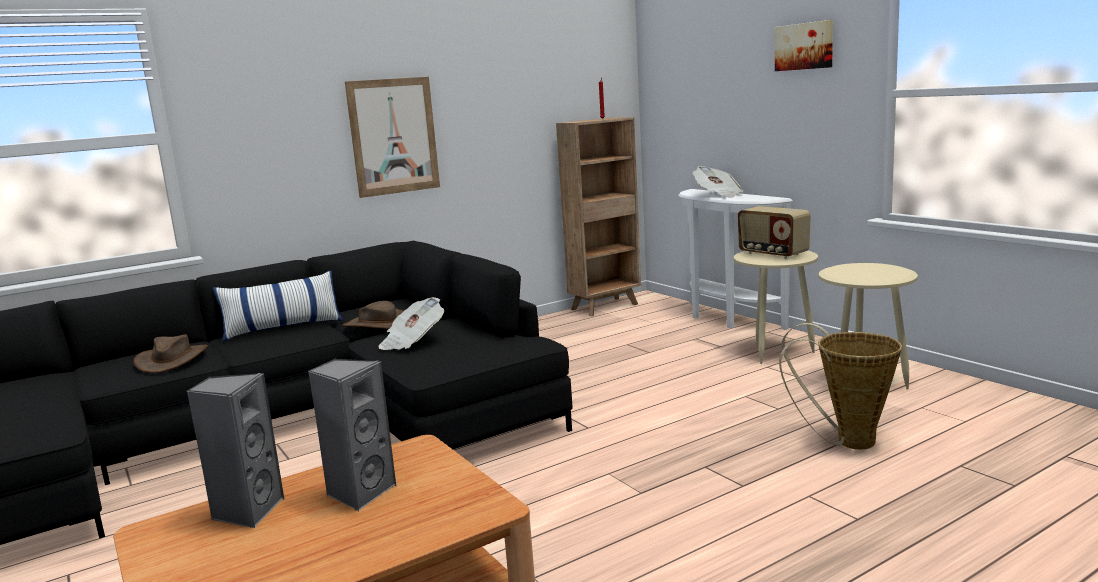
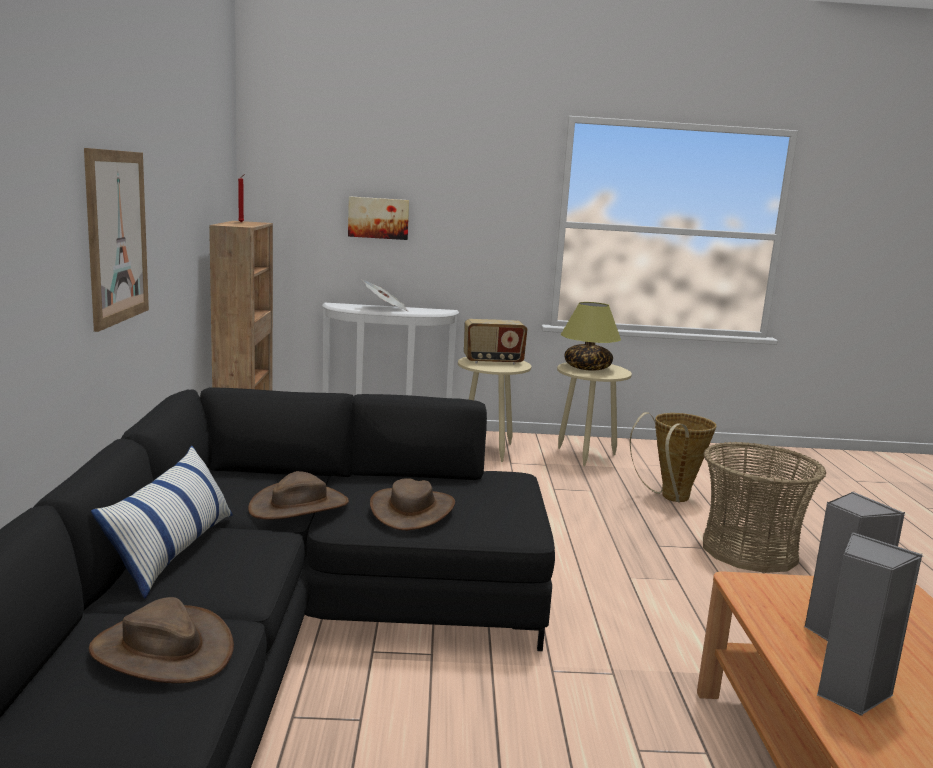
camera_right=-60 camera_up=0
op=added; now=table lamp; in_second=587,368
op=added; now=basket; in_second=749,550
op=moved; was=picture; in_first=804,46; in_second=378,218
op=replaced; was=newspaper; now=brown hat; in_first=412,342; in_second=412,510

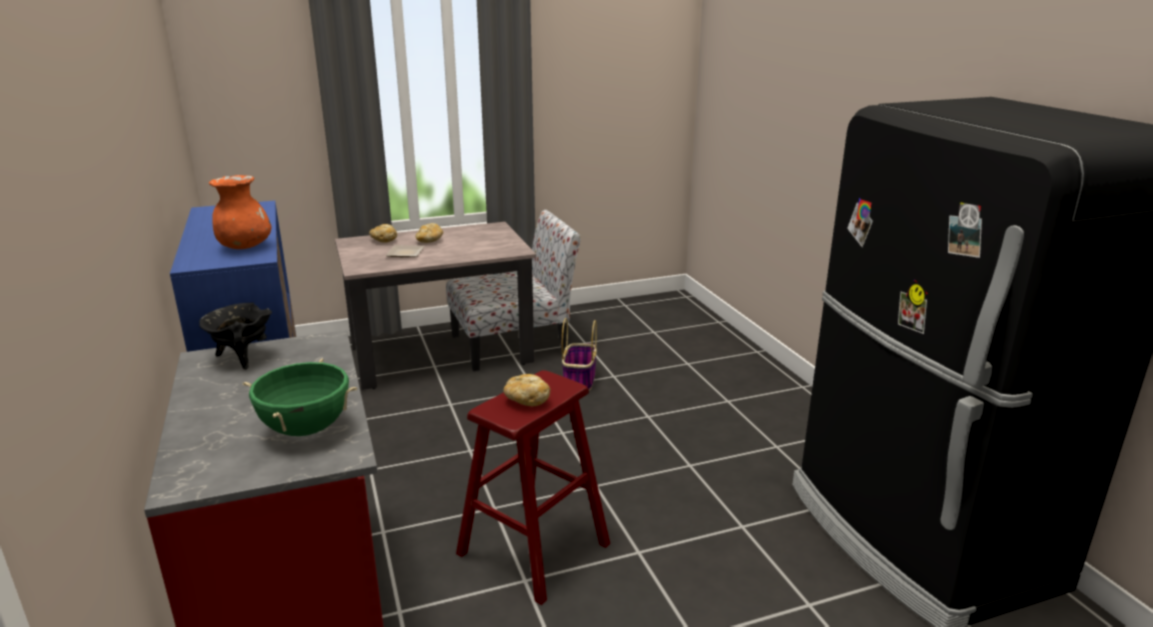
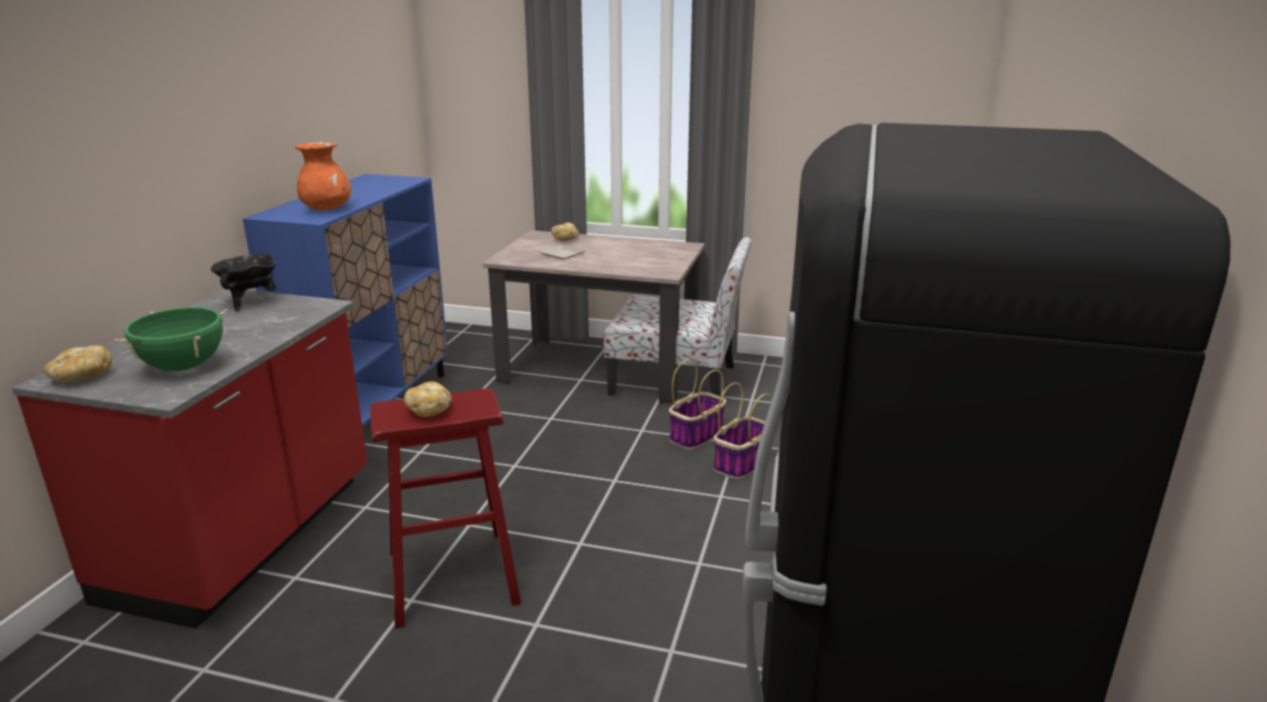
camera_right=35 camera_up=0
op=added; now=basket; in_second=741,464
op=moved; was=bread; in_first=429,241; in_second=81,378

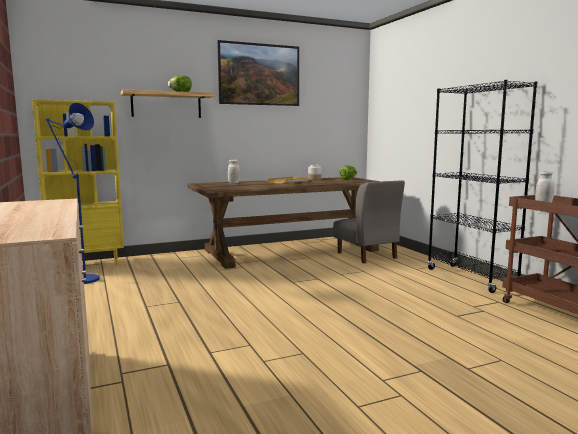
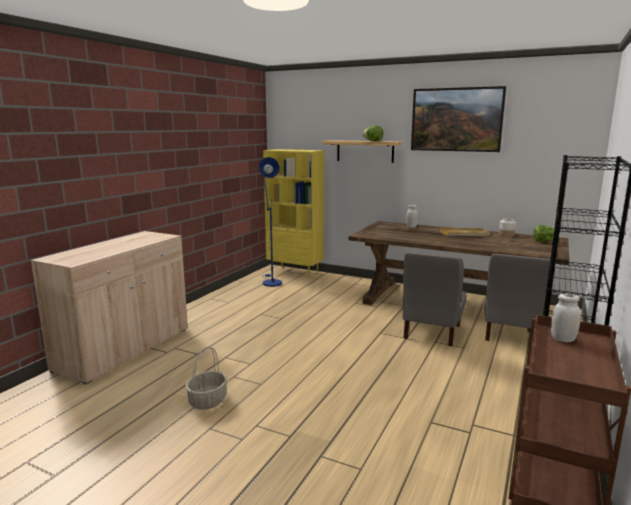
camera_right=50 camera_up=5
op=added; now=basket; in_second=207,400
op=added; now=grey chair; in_second=431,332

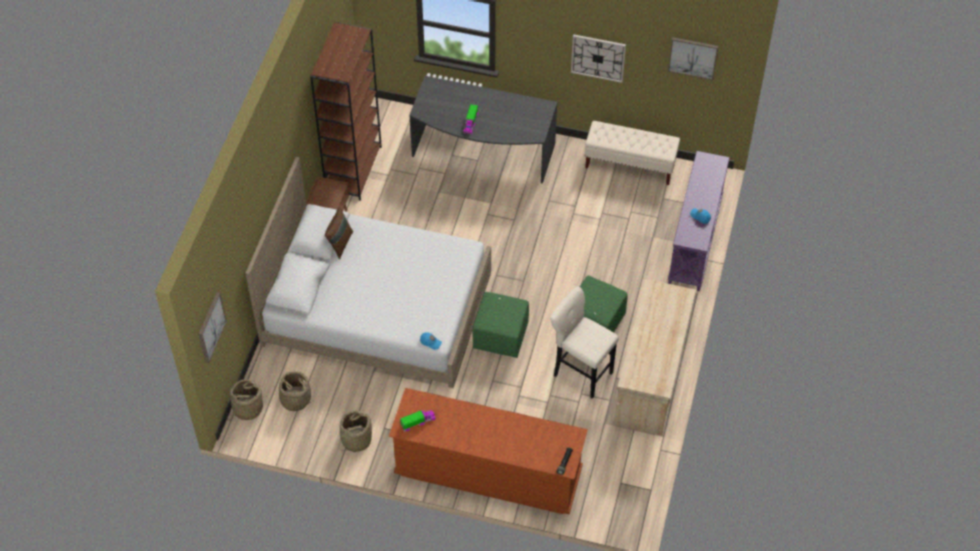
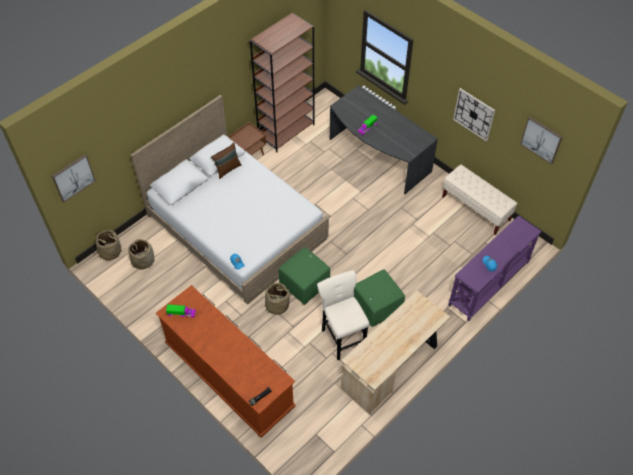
camera_right=30 camera_up=0
op=moved; was=basket; in_first=356,440; in_second=277,305

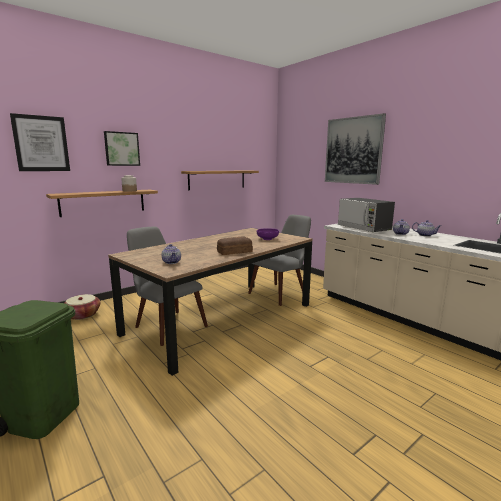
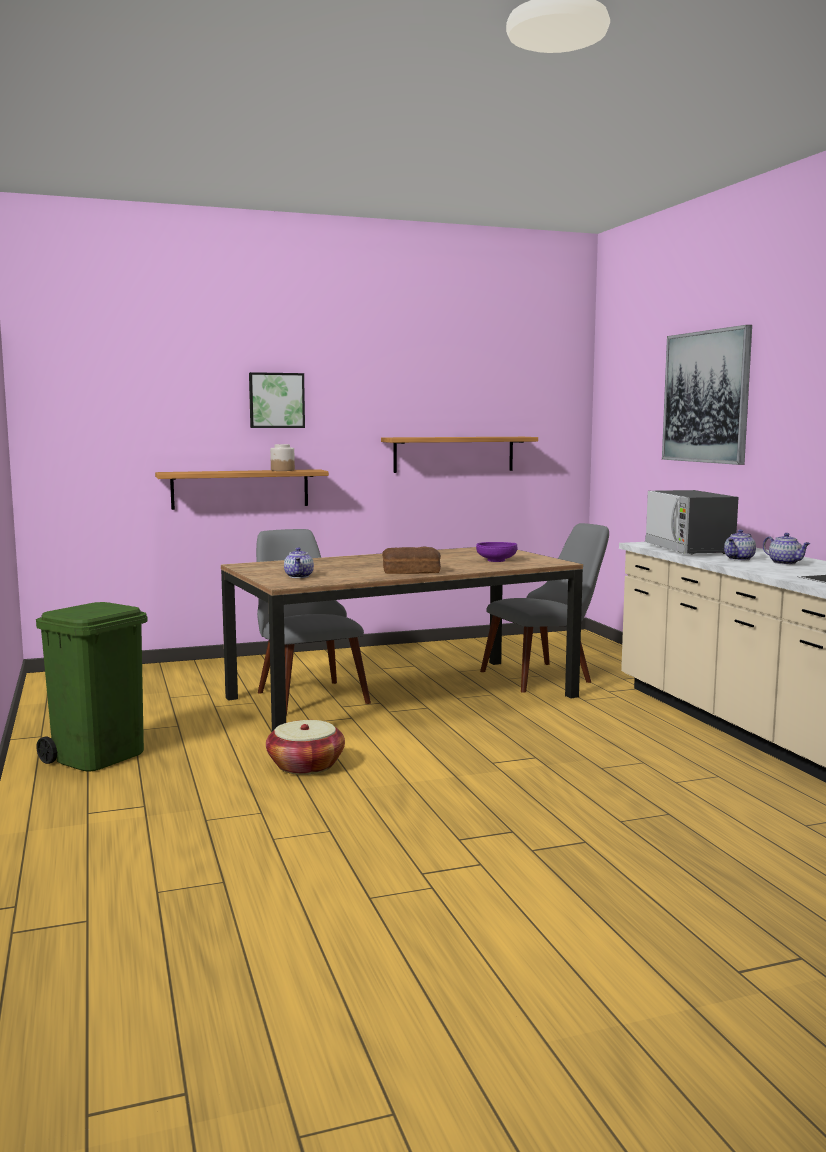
camera_right=20 camera_up=-5
op=removed; was=picture; in_first=41,143
op=moved; was=basket; in_first=82,315; in_second=306,766

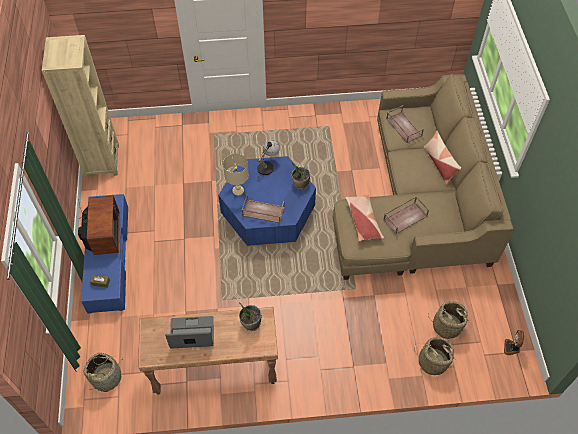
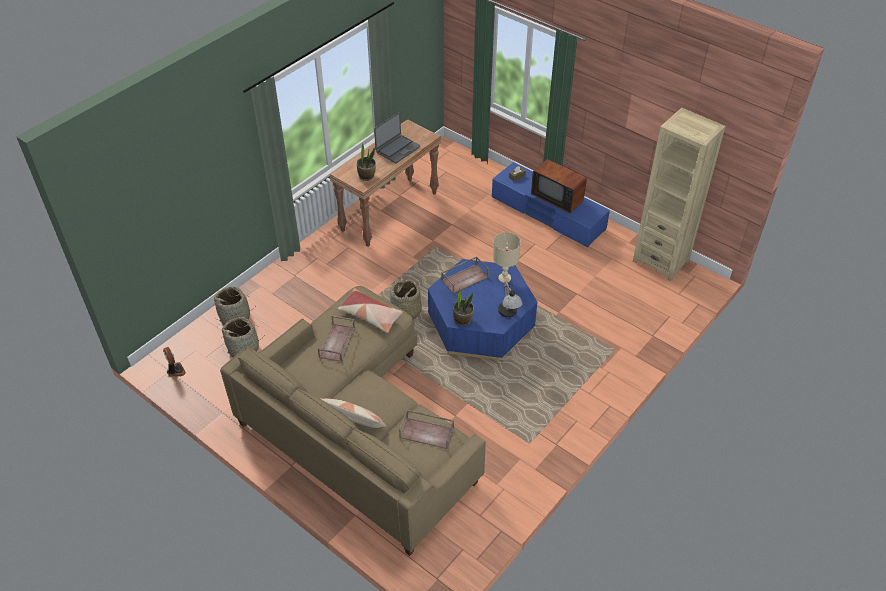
camera_right=135 camera_up=-10
op=moved; was=basket; in_first=107,377; in_second=406,311

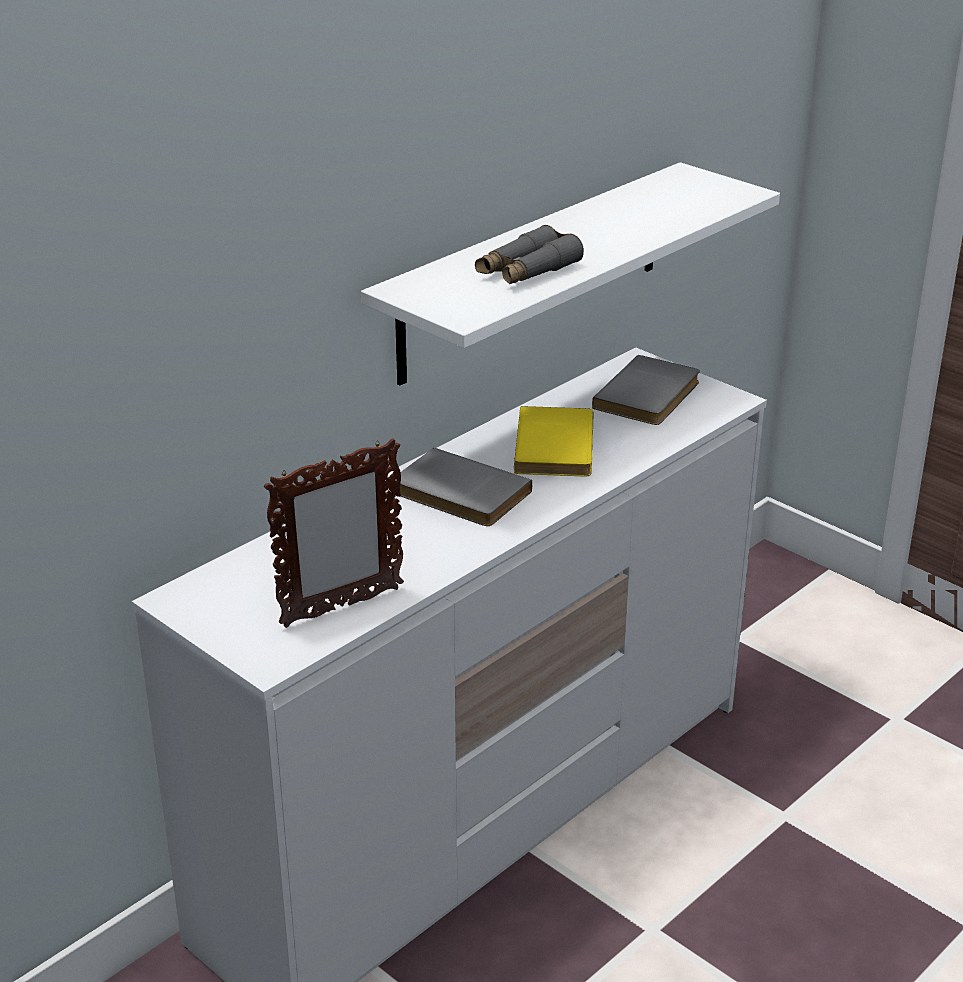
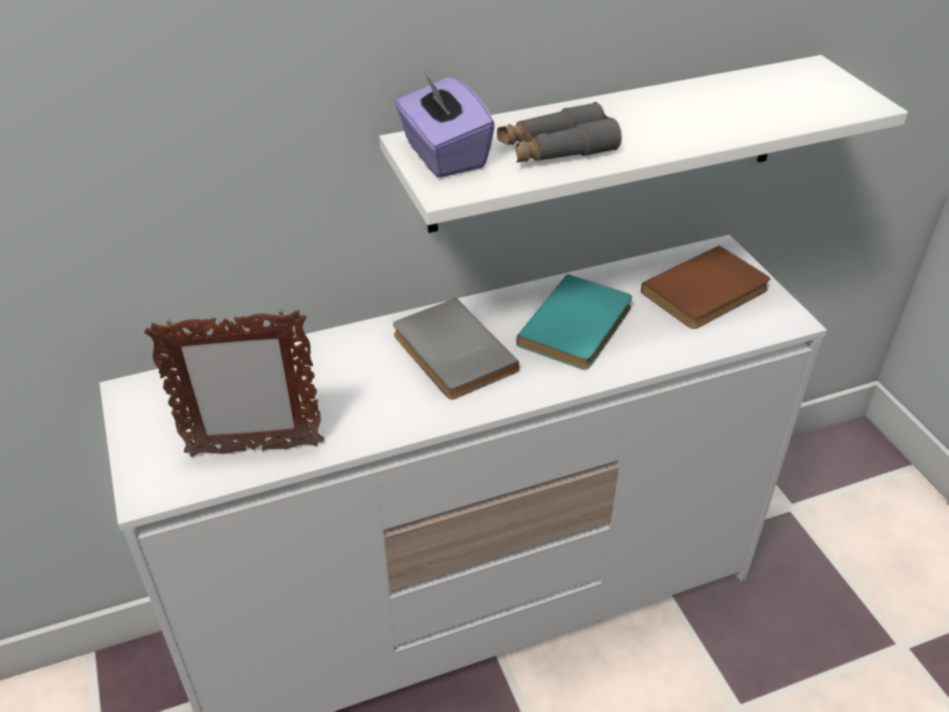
camera_right=25 camera_up=10
op=added; now=purple tissue box; in_second=443,155
op=recoloured; was=yellow book; now=turquoise book; in_first=558,446; in_second=579,326
op=recoloured; was=grey book; now=brown book; in_first=650,395; in_second=708,293

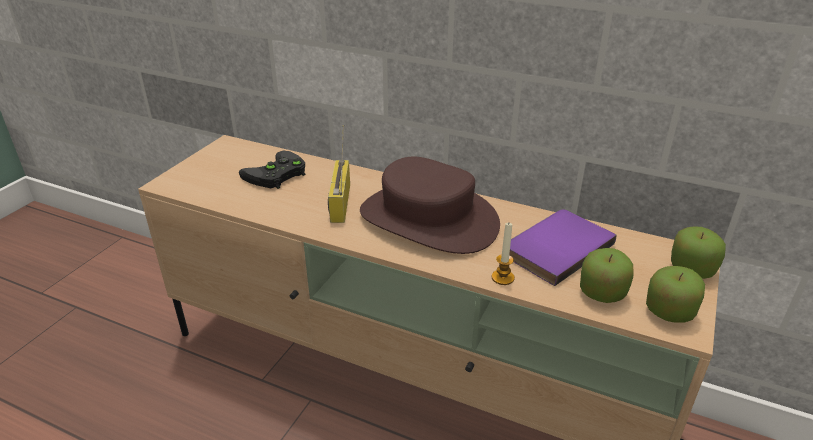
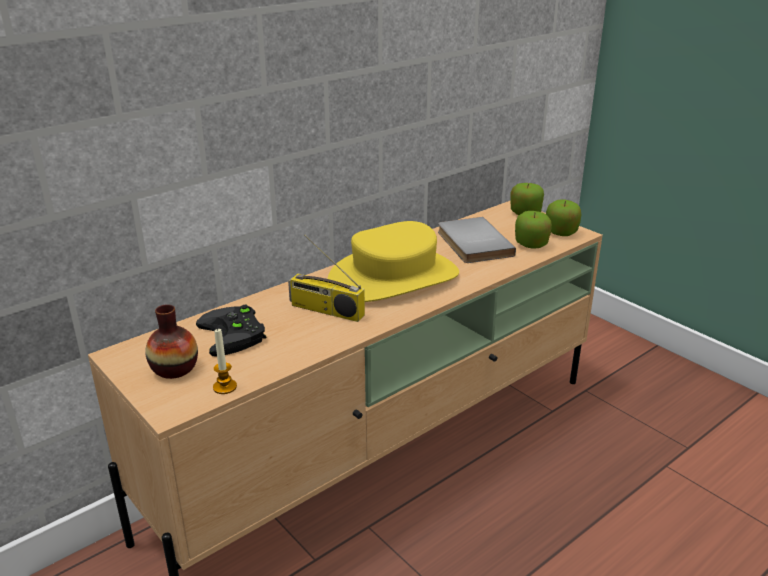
camera_right=-65 camera_up=-5
op=added; now=vase; in_second=174,368
op=moved; was=candle; in_first=502,278; in_second=225,387
op=recoloured; was=brown hat; now=yellow hat; in_first=427,219; in_second=394,278
op=recoloured; was=purple book; now=grey book; in_first=555,248; in_second=471,243

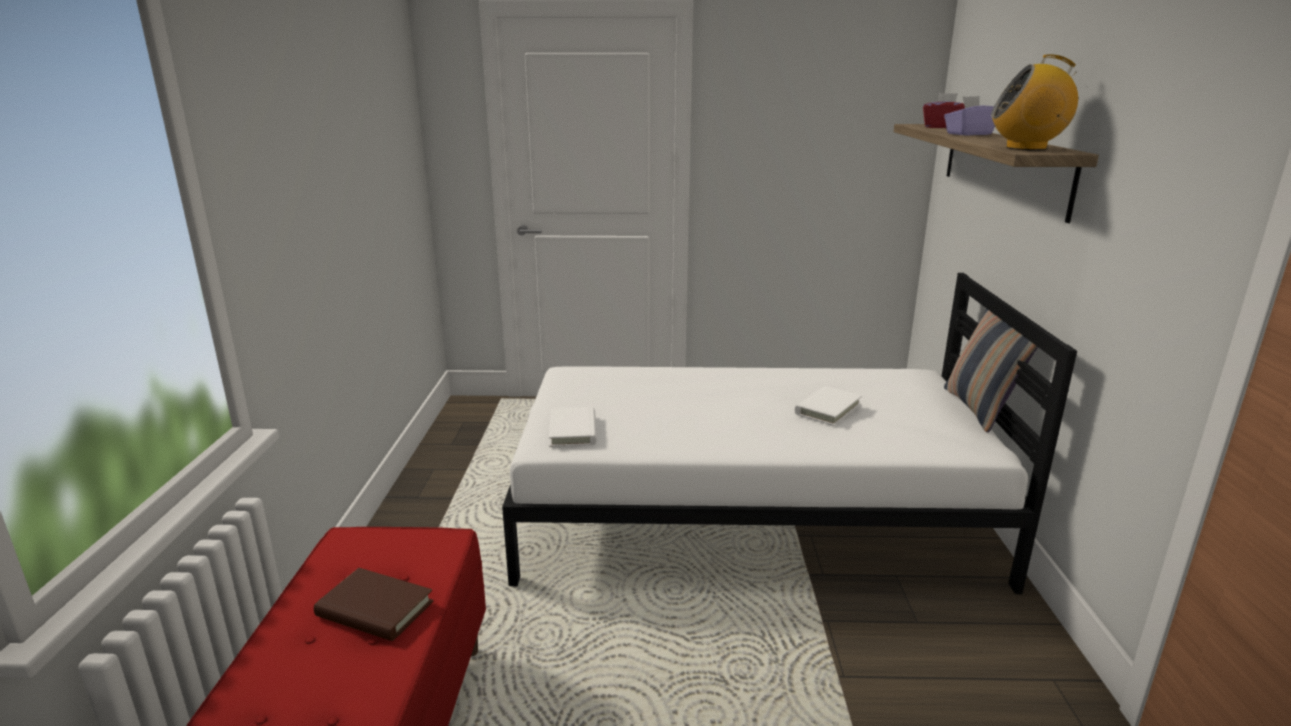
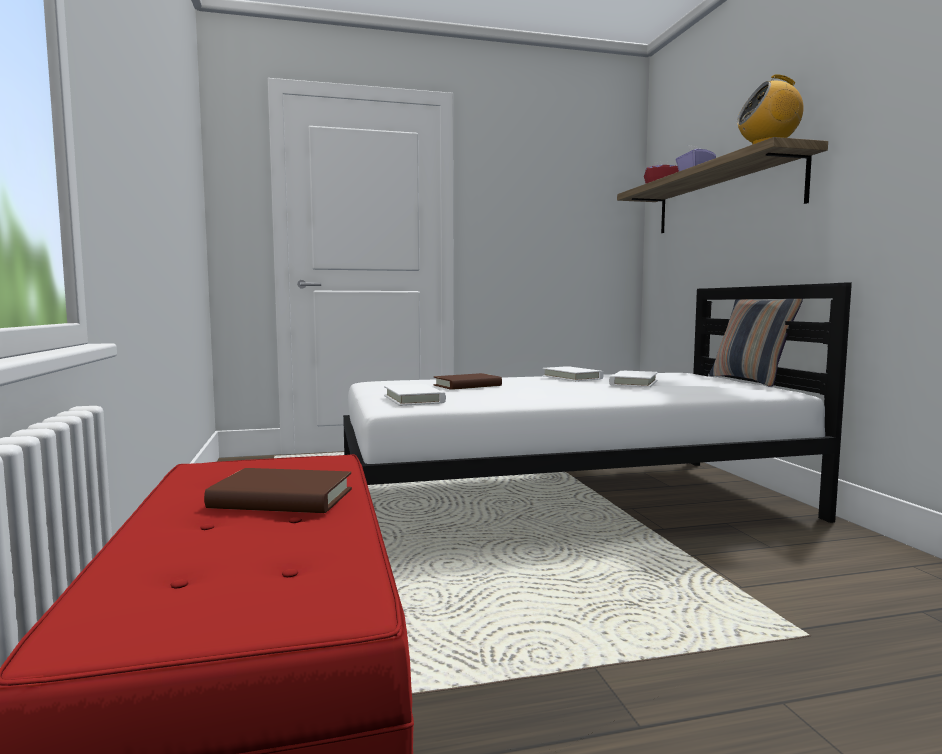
camera_right=-15 camera_up=-15
op=added; now=brown book; in_second=467,385
op=added; now=white book; in_second=572,377

